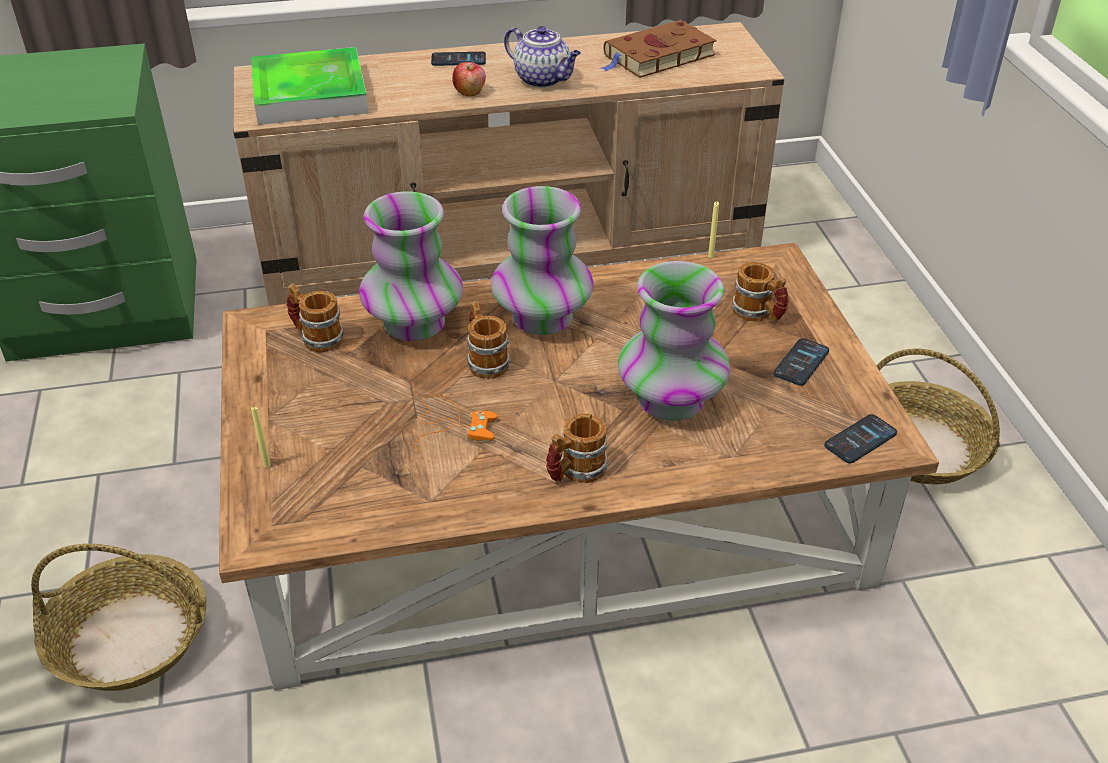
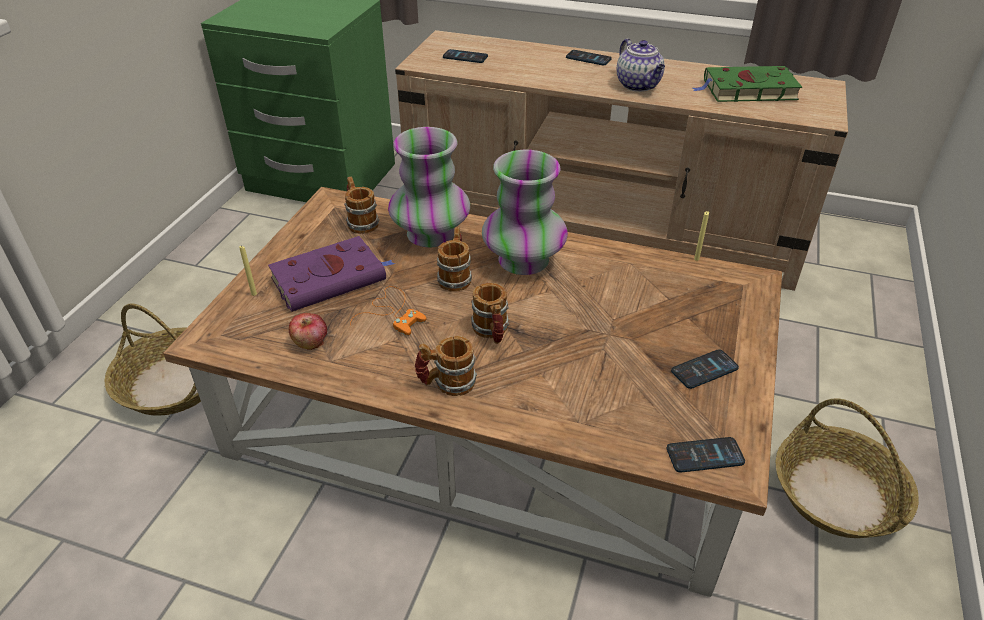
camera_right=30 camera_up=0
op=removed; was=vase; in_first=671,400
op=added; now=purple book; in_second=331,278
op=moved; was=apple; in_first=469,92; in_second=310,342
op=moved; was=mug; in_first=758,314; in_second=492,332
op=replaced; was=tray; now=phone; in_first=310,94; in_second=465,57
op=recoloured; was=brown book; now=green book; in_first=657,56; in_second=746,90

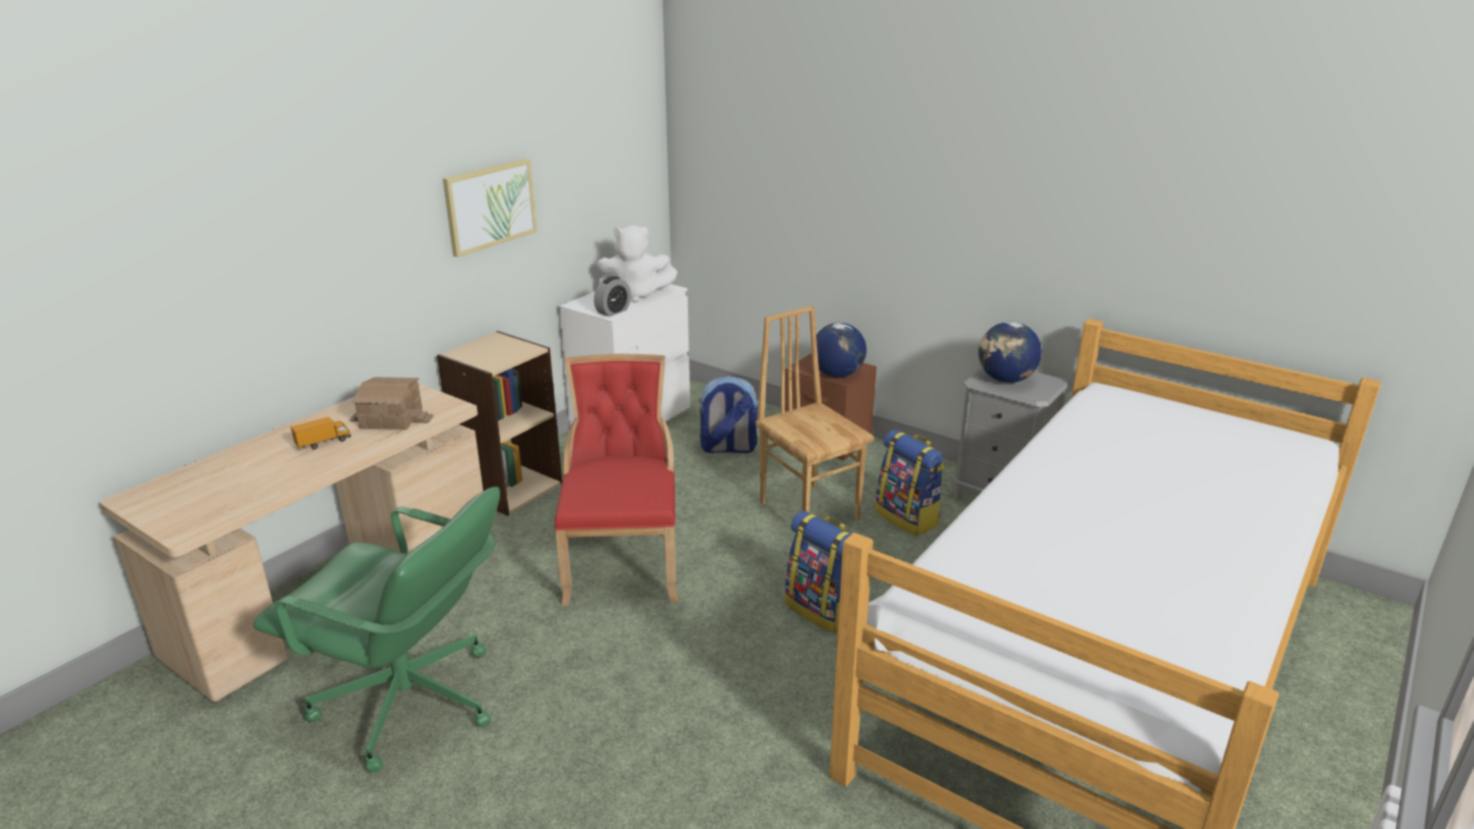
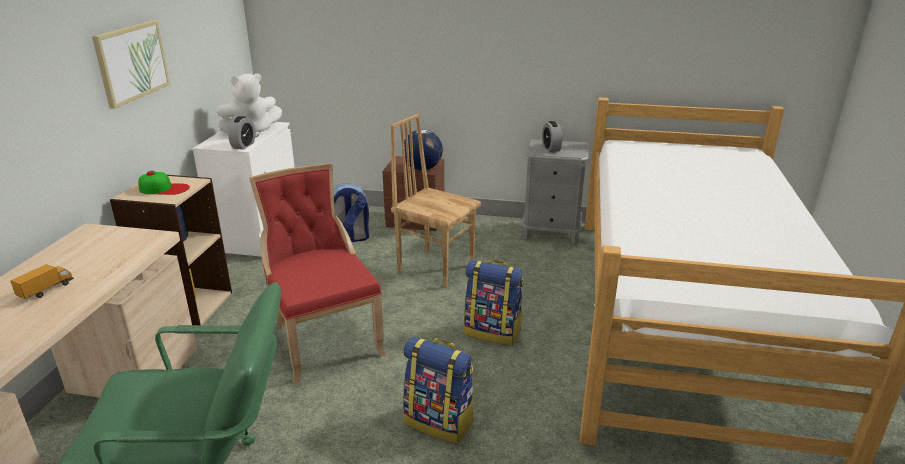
camera_right=-25 camera_up=0
op=removed; was=toy house; in_first=391,419
op=added; now=cap; in_second=164,188
op=moved; was=backpack; in_first=908,518; in_second=440,422
op=replaced; was=globe; now=alarm clock; in_first=1005,380; in_second=551,148

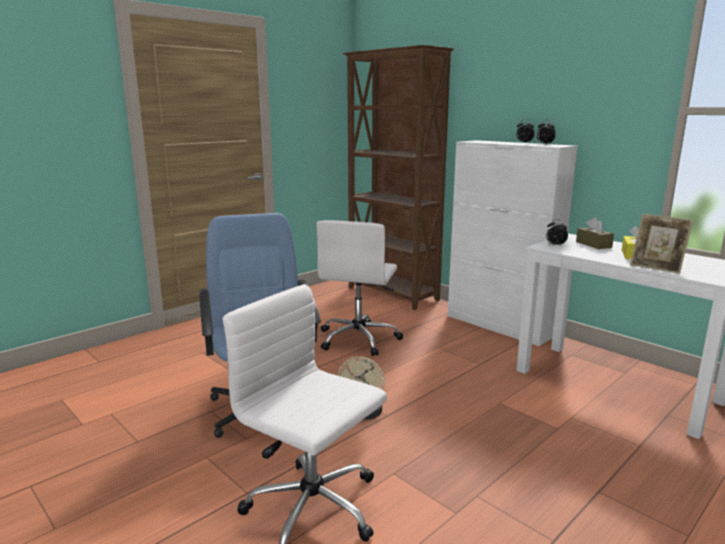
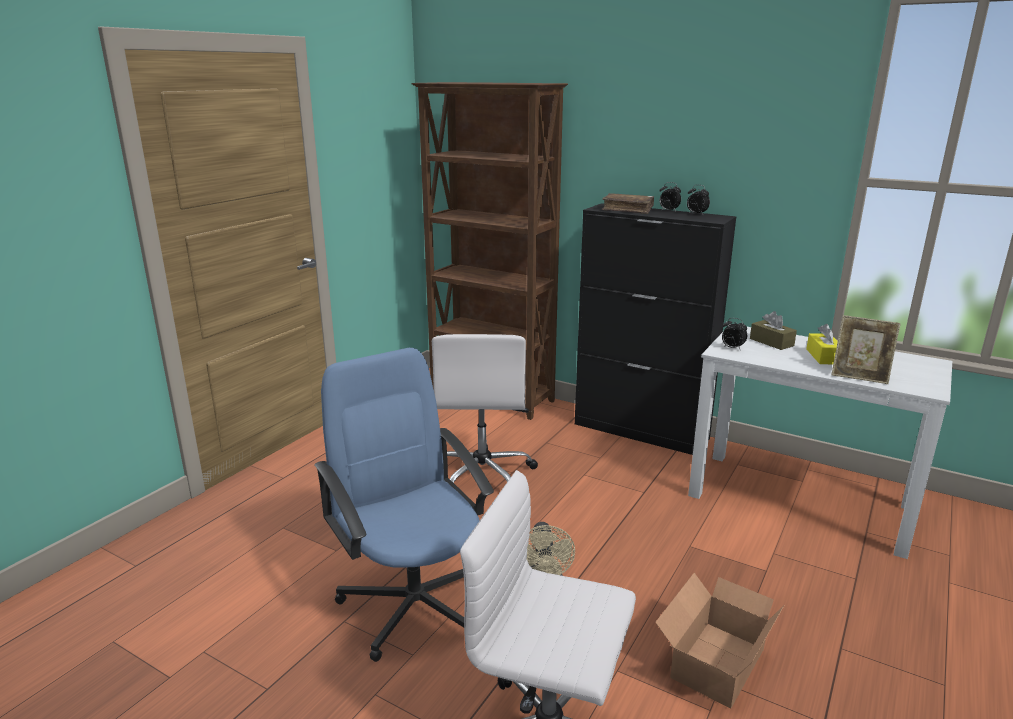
camera_right=-15 camera_up=5
op=added; now=brown book; in_second=628,209
op=added; now=cardboard box; in_second=713,663
op=recoloured; was=white cabinet; now=black cabinet; in_first=499,326; in_second=641,431

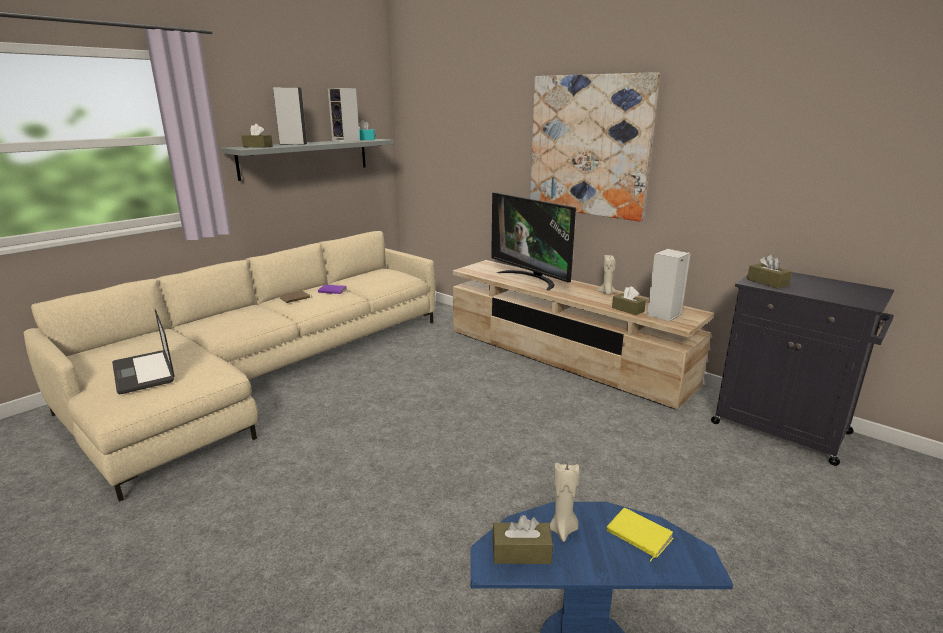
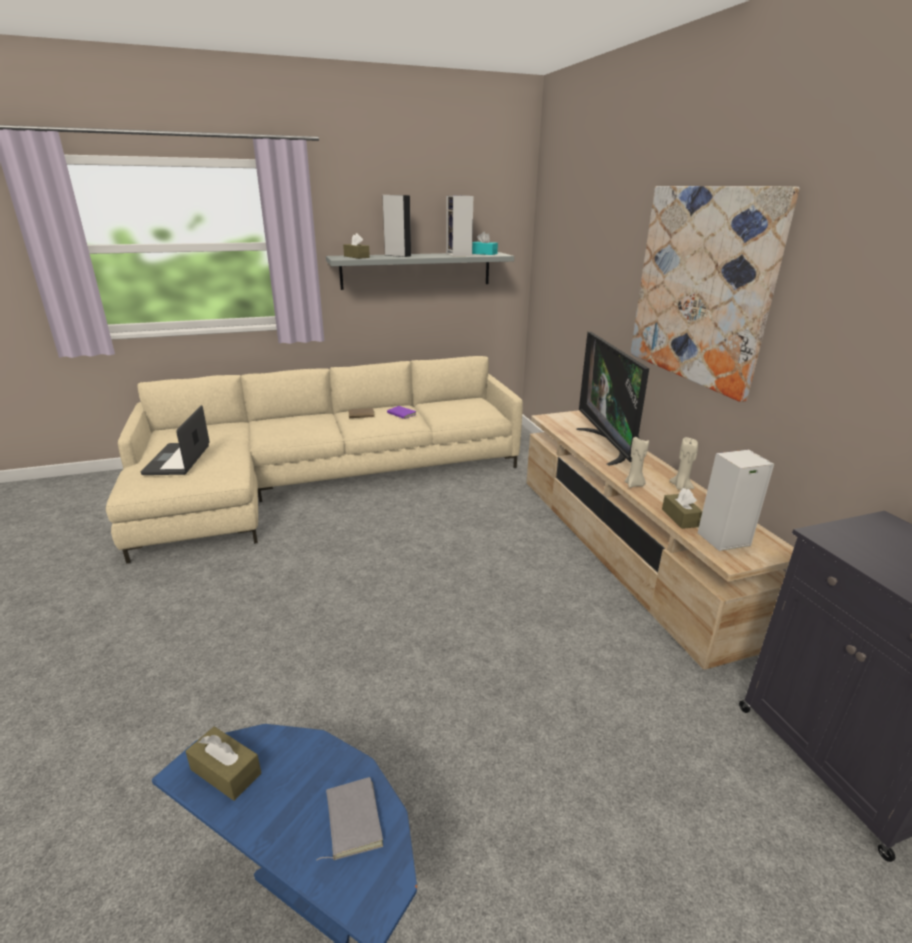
camera_right=30 camera_up=5
op=removed; was=brown tissue box; in_first=767,282
op=moved; was=beige candle; in_first=563,530; in_second=634,484
op=recoloured; was=yellow book; now=grey book; in_first=638,536; in_second=351,820

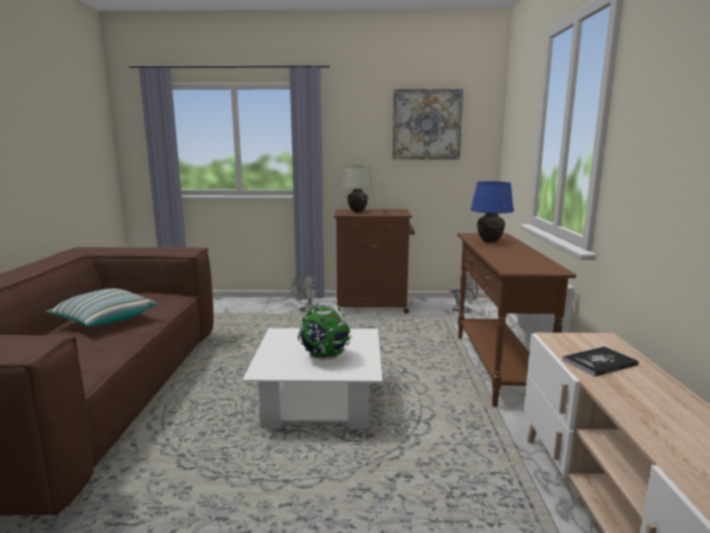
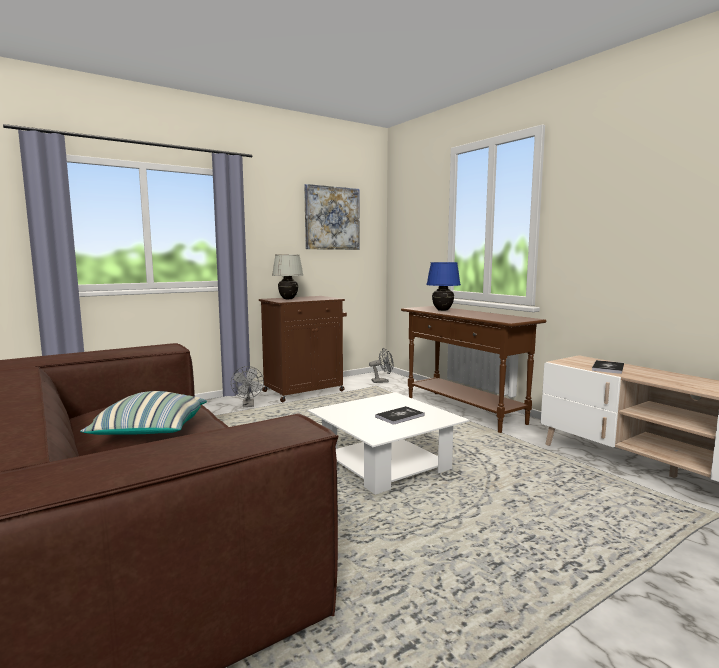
camera_right=-35 camera_up=-5
op=replaced; was=globe; now=book; in_first=324,357; in_second=400,416

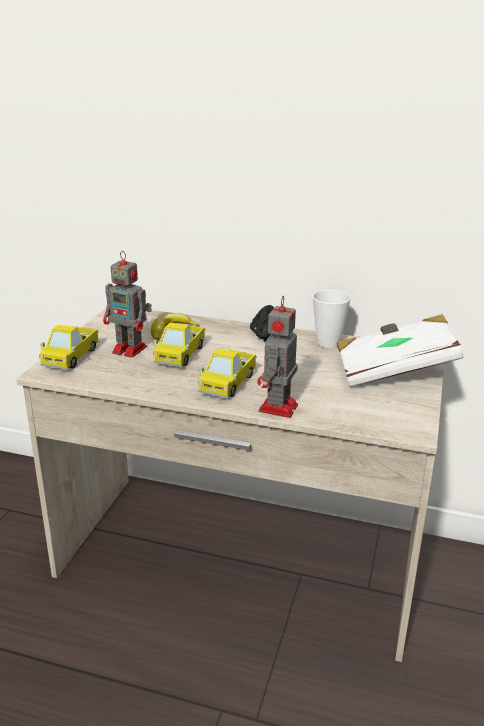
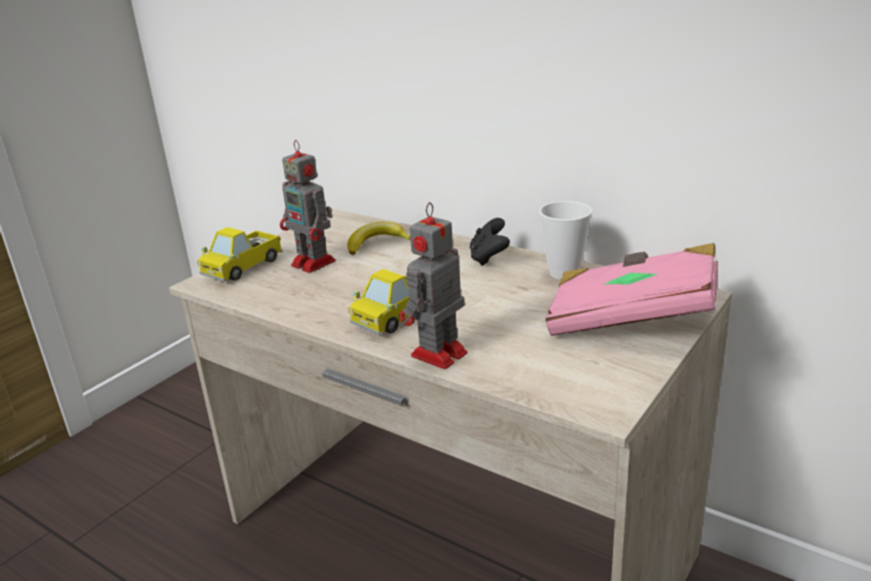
camera_right=20 camera_up=0
op=removed; was=toy truck; in_first=180,355
op=recoloured; was=white book; now=pink book; in_first=393,372; in_second=630,320

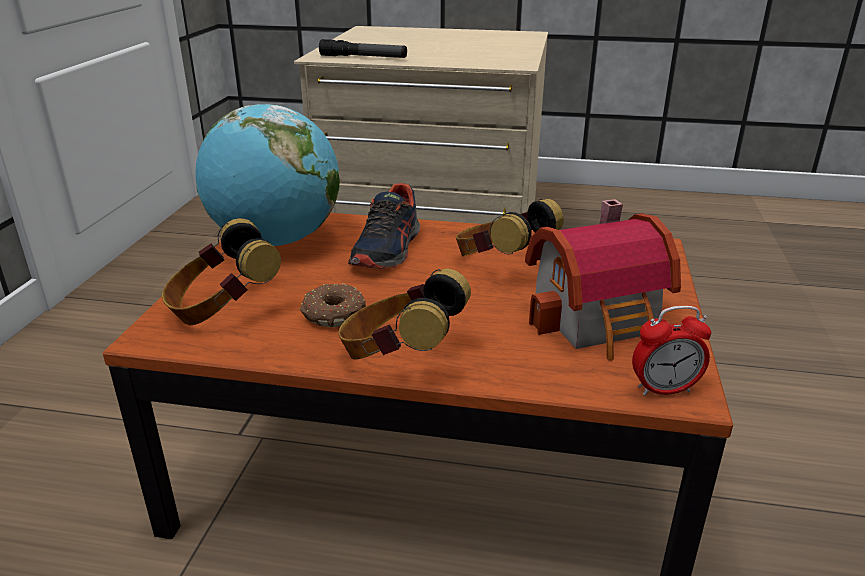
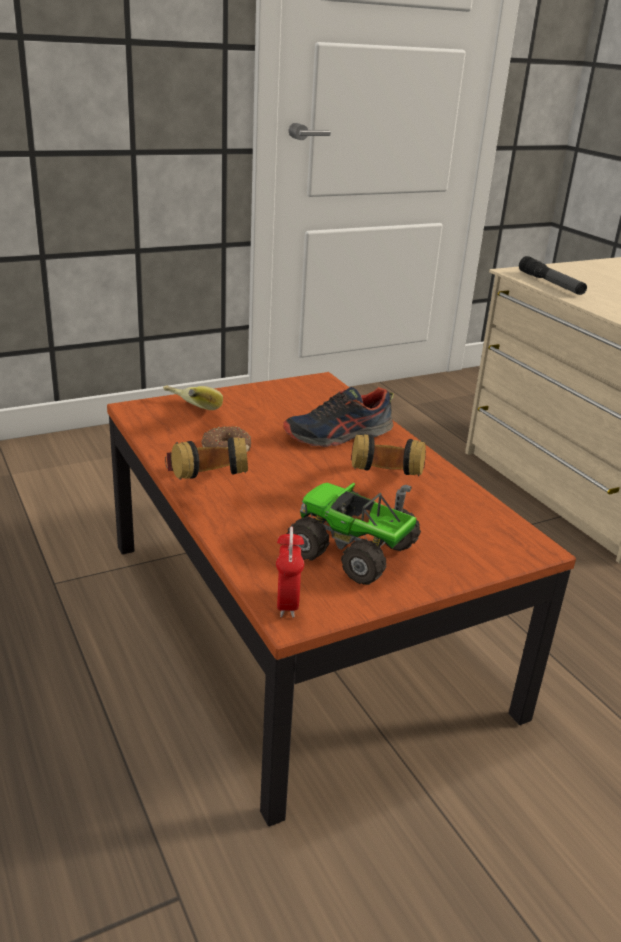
camera_right=50 camera_up=0
op=removed; was=globe; in_first=276,241
op=replaced; was=headphones; now=banana; in_first=223,309; in_second=187,415
op=replaced; was=toy house; now=toy truck; in_first=601,321; in_second=354,552
op=turned; was=alarm clock; in_first=664,389; in_second=287,604; clockwise=45

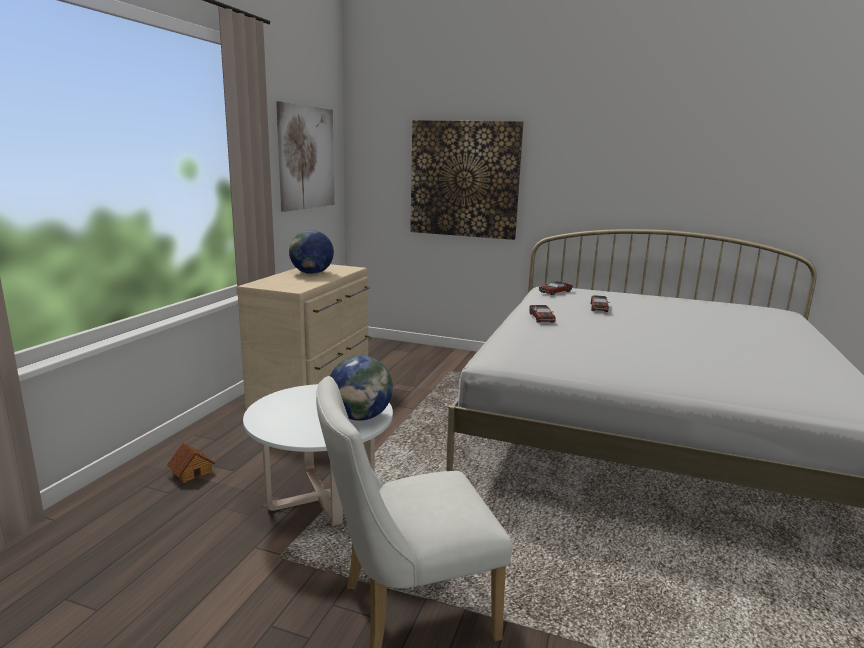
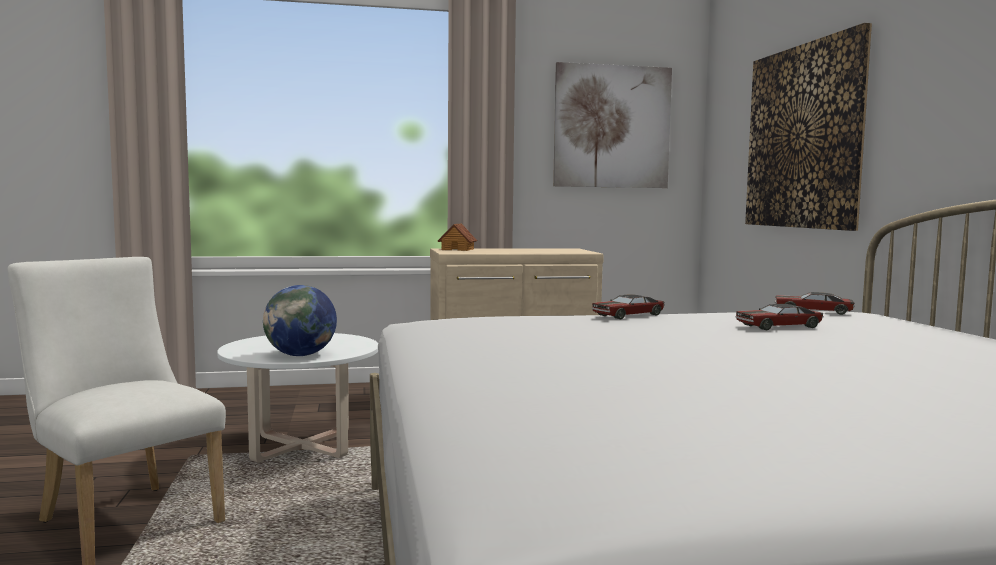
camera_right=60 camera_up=-10
op=removed; was=globe; in_first=312,273
op=moved; was=toy house; in_first=192,472; in_second=458,249

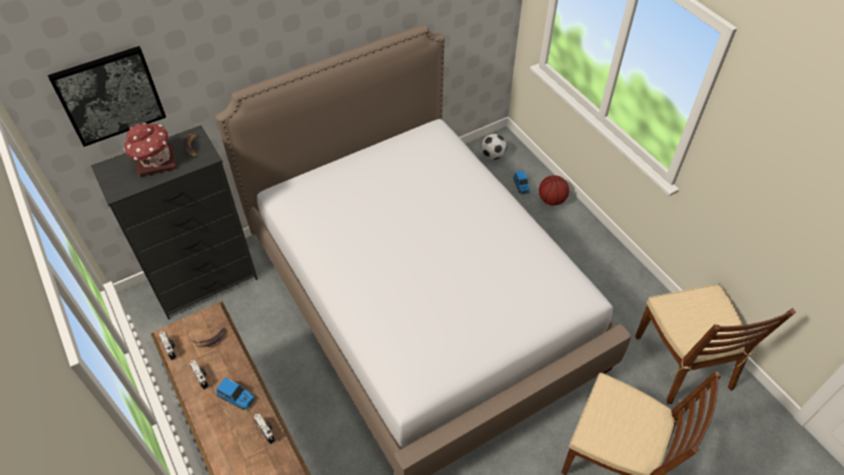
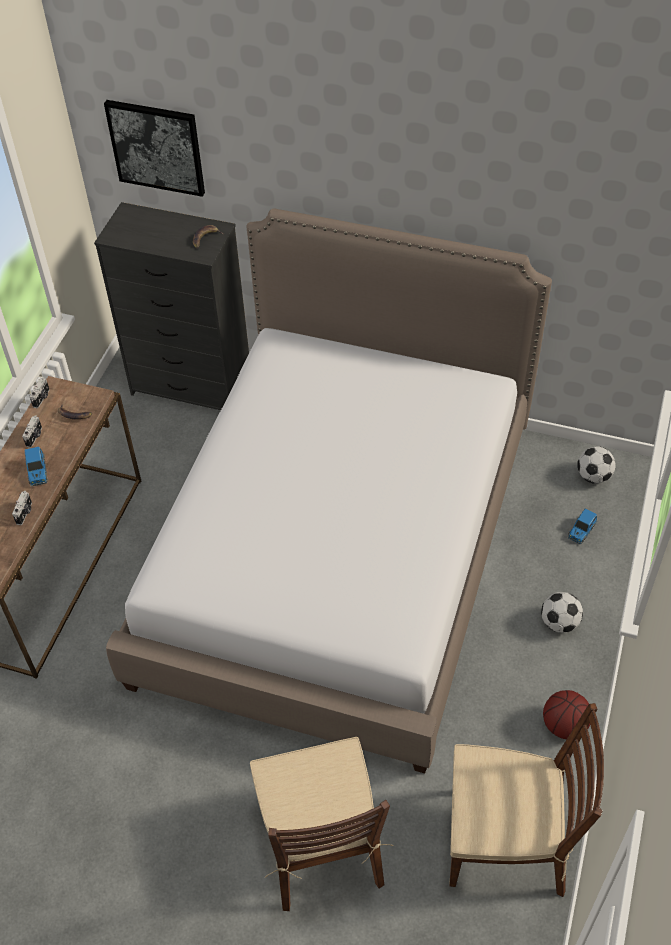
camera_right=50 camera_up=0
op=removed; was=toy house; in_first=155,162
op=added; now=football; in_second=559,623
op=moved; was=basketball; in_first=552,200; in_second=564,725
op=turned; was=brown chair; in_first=684,363; in_second=508,841; clockwise=-120

